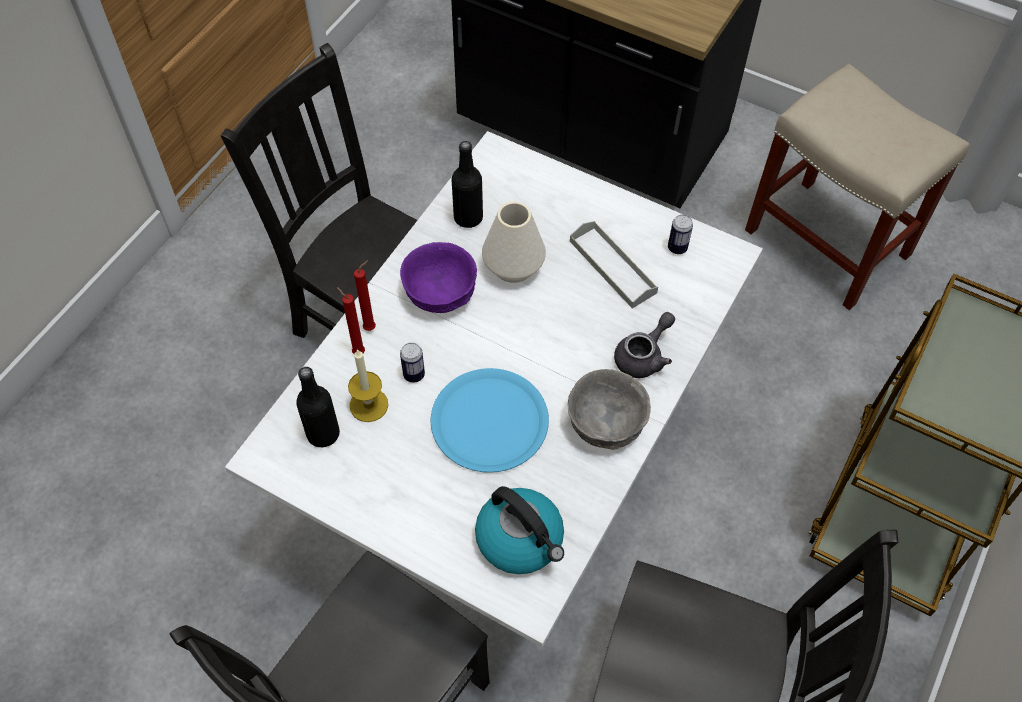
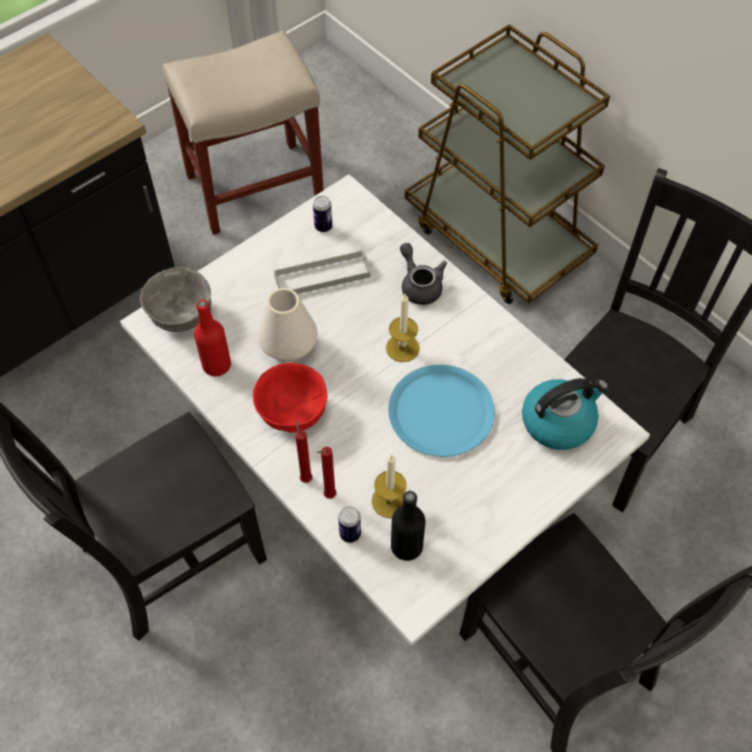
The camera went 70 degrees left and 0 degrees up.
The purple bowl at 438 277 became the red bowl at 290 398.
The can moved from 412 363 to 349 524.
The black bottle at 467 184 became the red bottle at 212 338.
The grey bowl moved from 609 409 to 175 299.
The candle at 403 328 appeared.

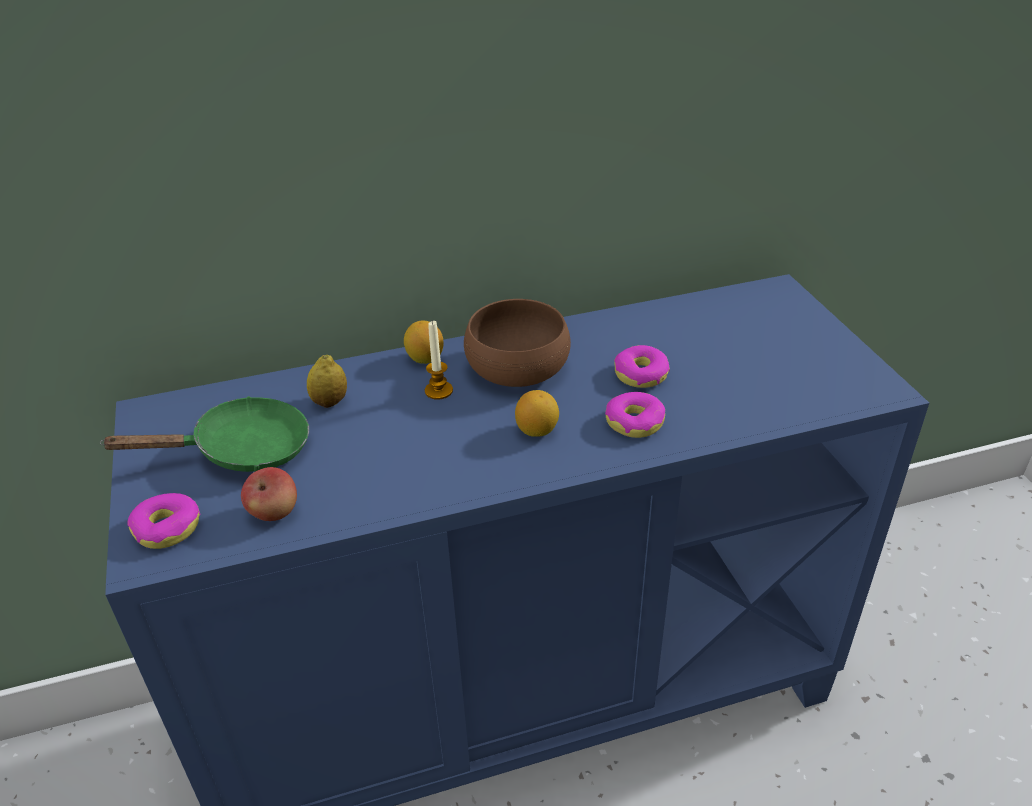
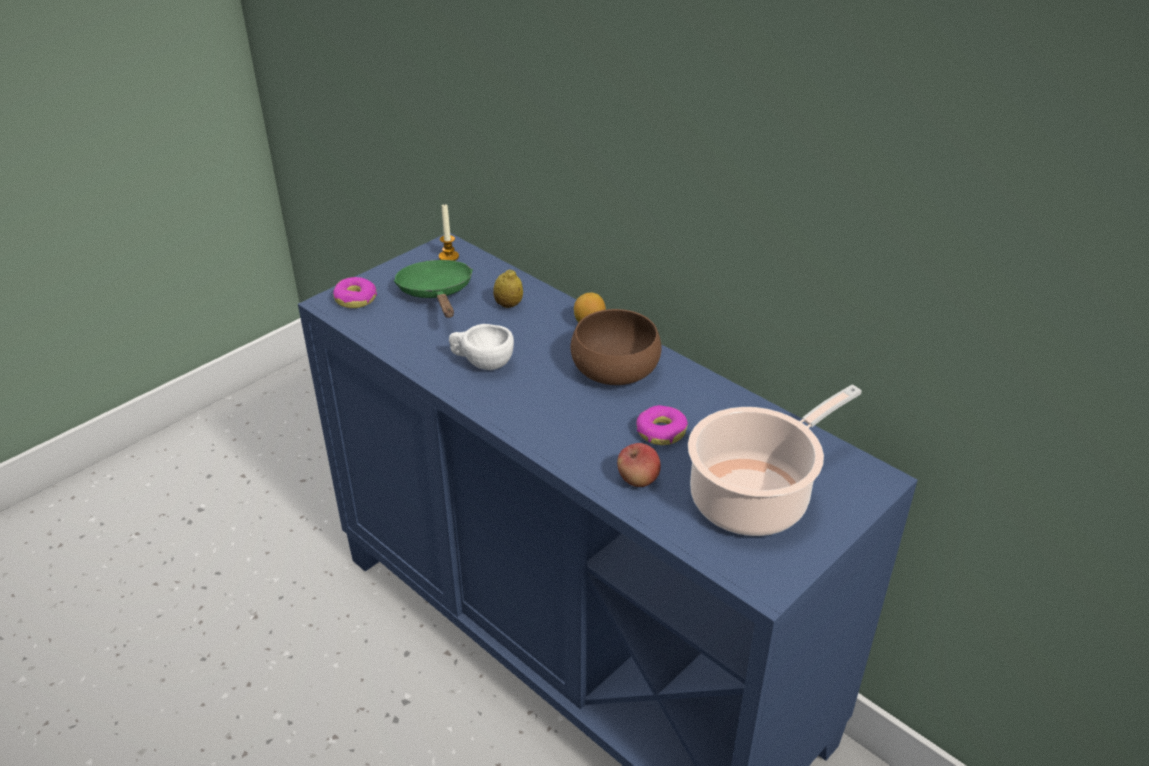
The camera went 60 degrees right and 0 degrees up.
The green frying pan at 204 434 turned 150 degrees counterclockwise.
The apple moved from 269 494 to 639 465.
The candle moved from 439 360 to 449 232.
The lemon at 537 413 disappeared.
The donut at 635 415 disappeared.
The white cup at 481 347 appeared.
The cooking pot at 775 460 appeared.

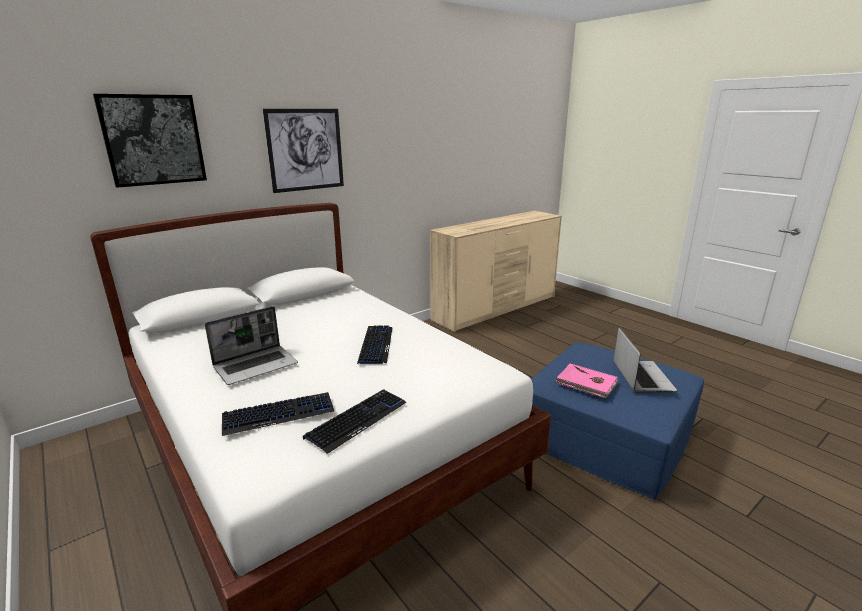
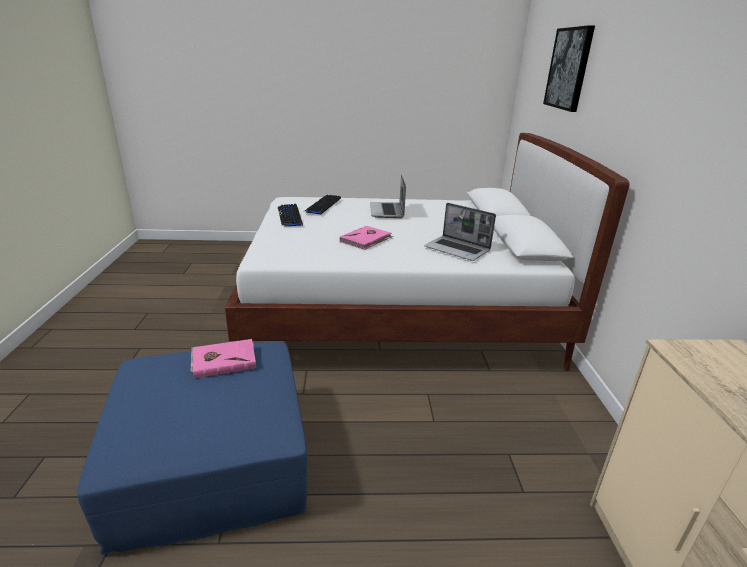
The camera went 125 degrees right and 5 degrees up.
The picture at 303 151 disappeared.
The keyboard at 375 344 was replaced by the pink book at 366 238.
The laptop moved from 645 359 to 460 232.

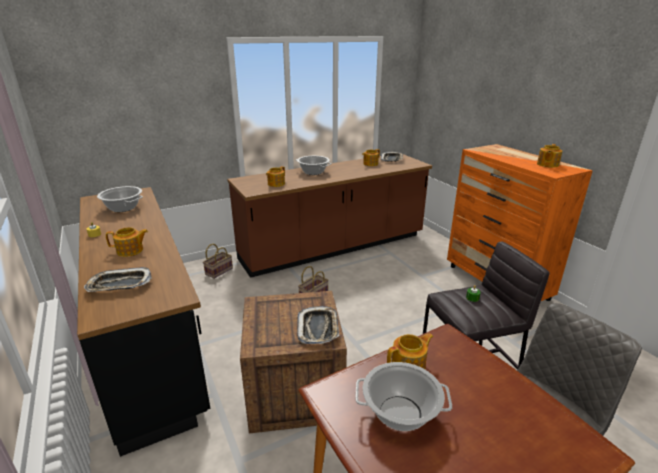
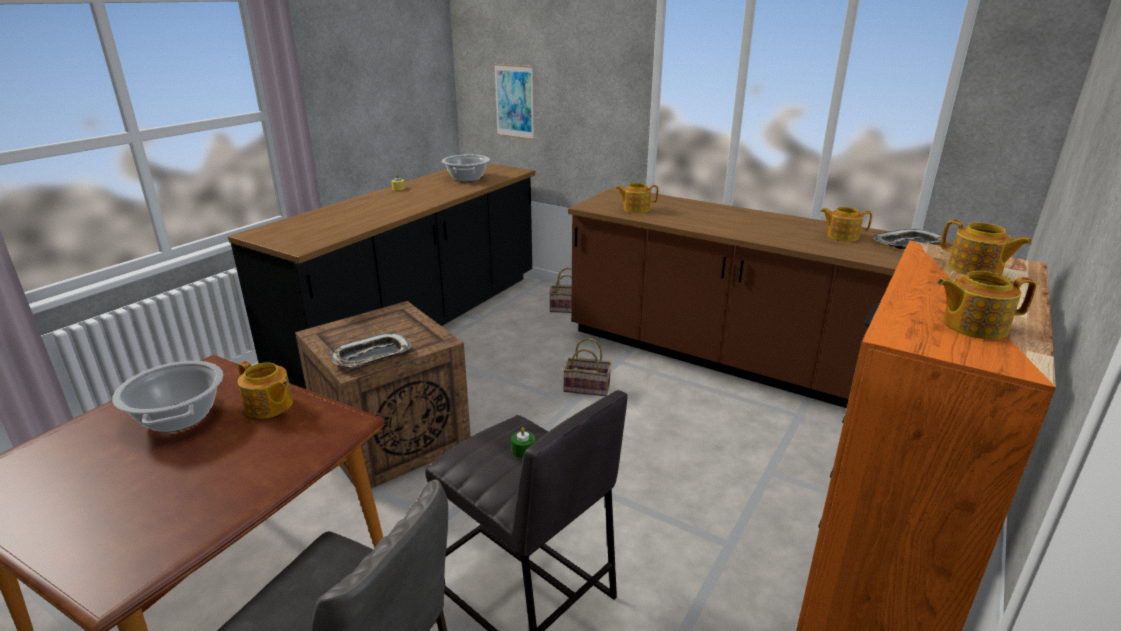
The camera went 60 degrees right and 0 degrees up.
The tray at 118 279 disappeared.
The teapot moved from 127 242 to 986 247.
The cooking pot at 314 165 disappeared.
The picture at 514 102 appeared.

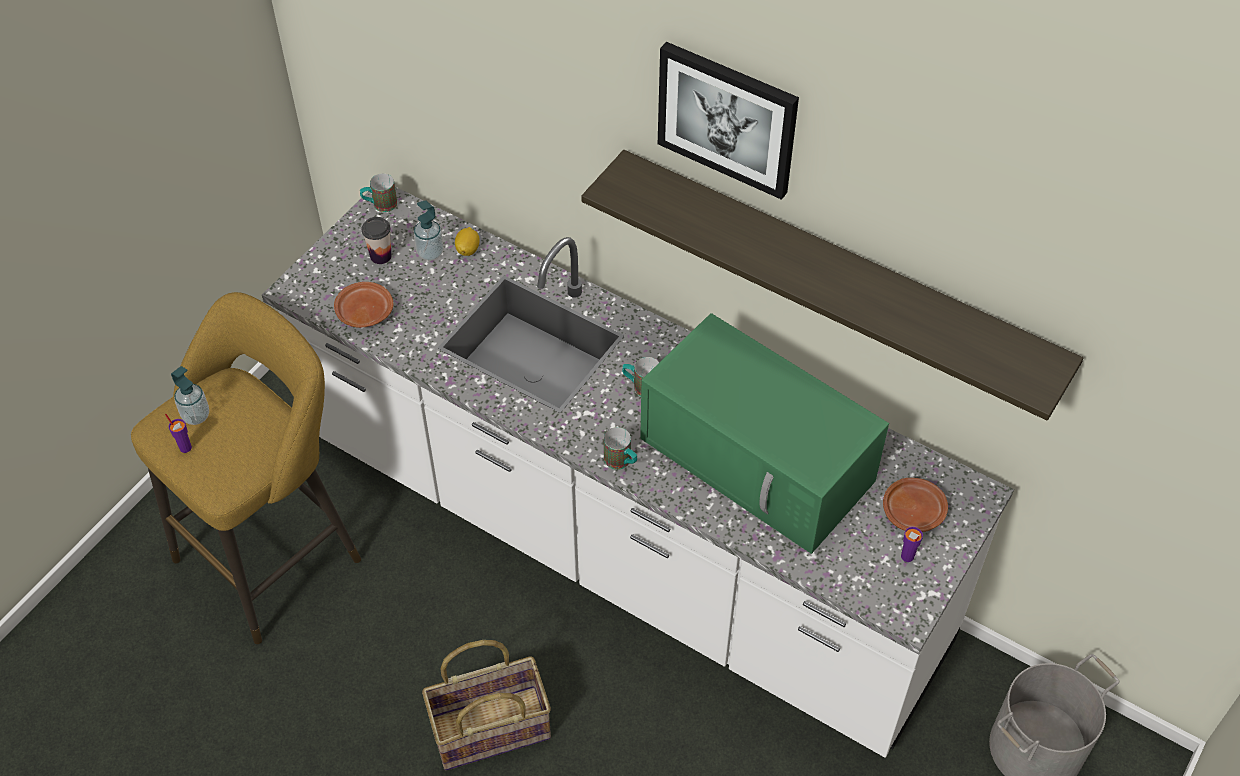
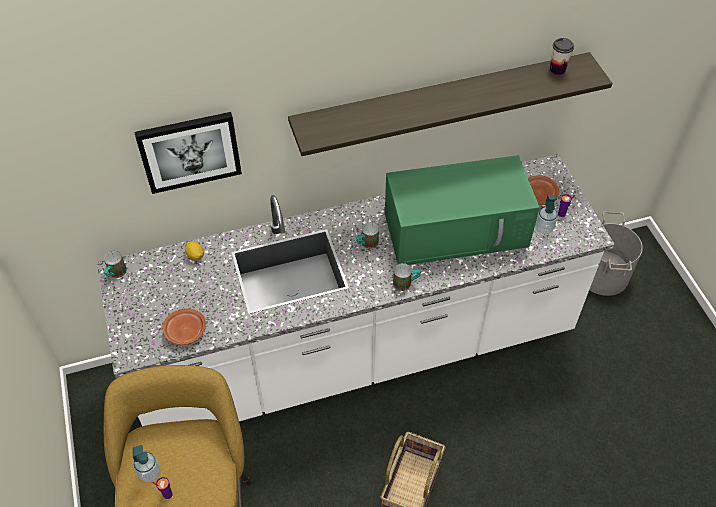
The camera went 50 degrees left and 0 degrees up.
The cup moved from 377 240 to 562 56.
The soap dispenser moved from 429 230 to 546 214.
The picture moved from 728 121 to 188 153.

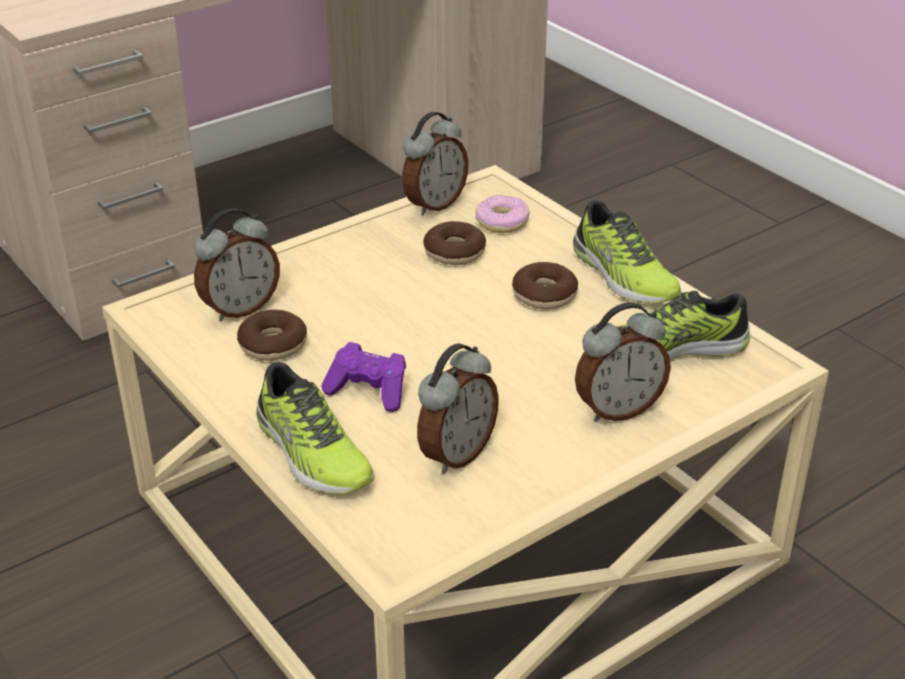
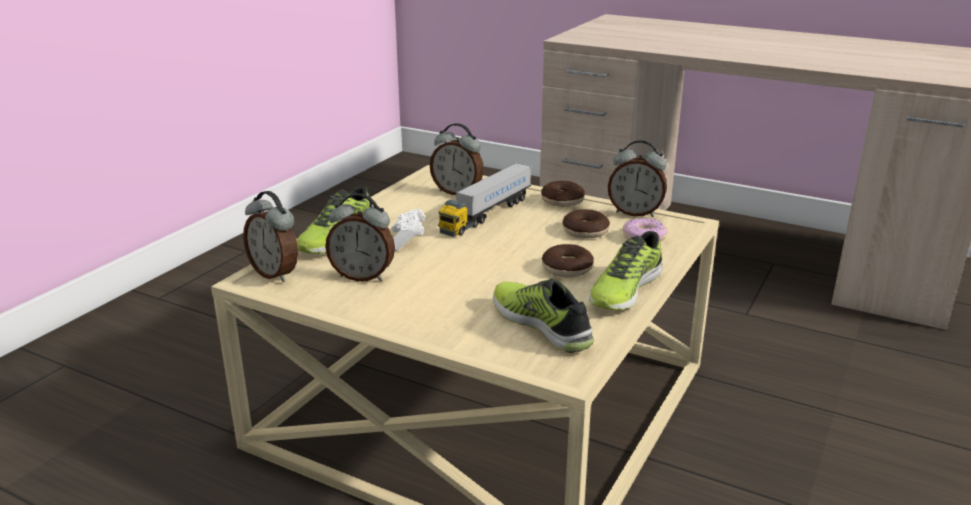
The camera went 65 degrees right and 10 degrees down.
The donut moved from 272 335 to 563 194.
The purple game controller at 363 377 became the white game controller at 408 230.
The alarm clock moved from 623 362 to 270 236.
The toy truck at 485 200 appeared.

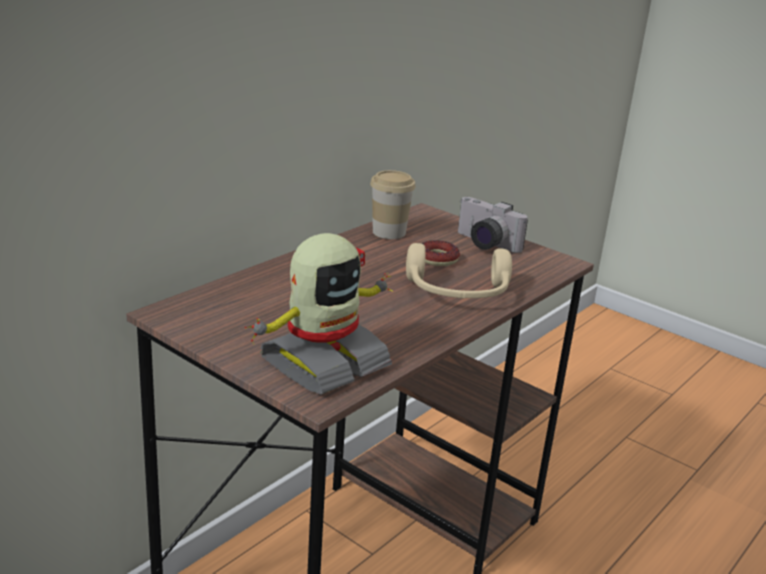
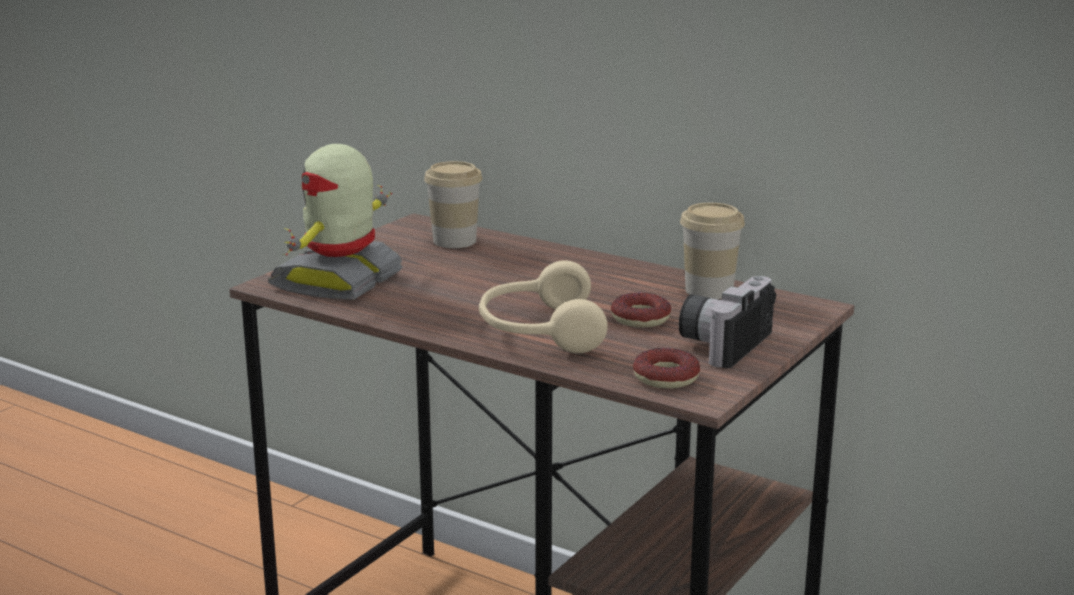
The camera went 85 degrees right and 5 degrees down.
The toy robot at 319 313 turned 75 degrees clockwise.
The cup at 453 204 appeared.
The donut at 666 368 appeared.

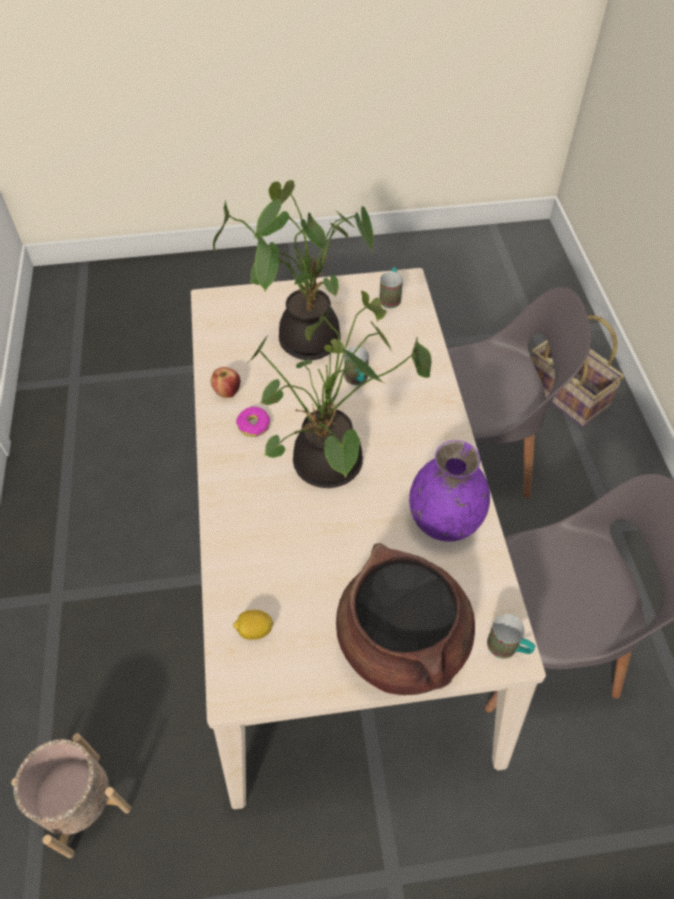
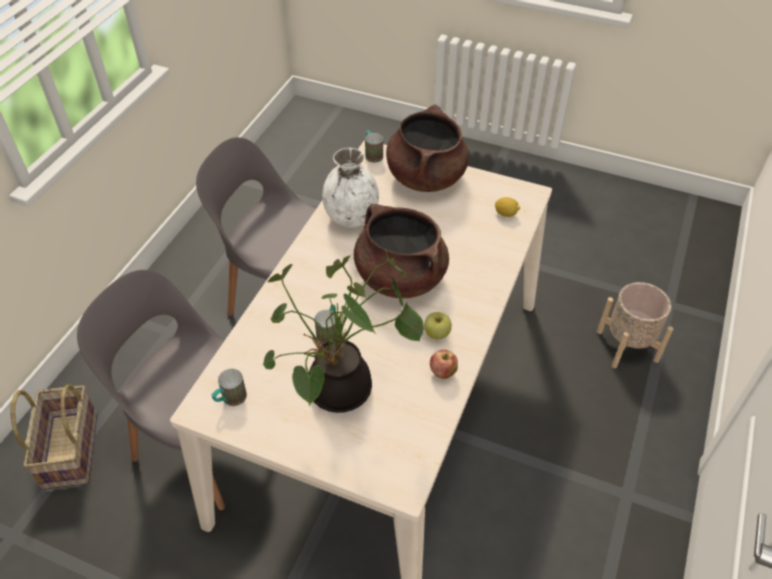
The camera went 150 degrees left and 5 degrees down.
The donut at 253 422 was replaced by the apple at 438 325.
The potted plant at 339 389 was replaced by the brown cooking pot at 401 251.
The purple vase at 449 491 became the white vase at 350 188.

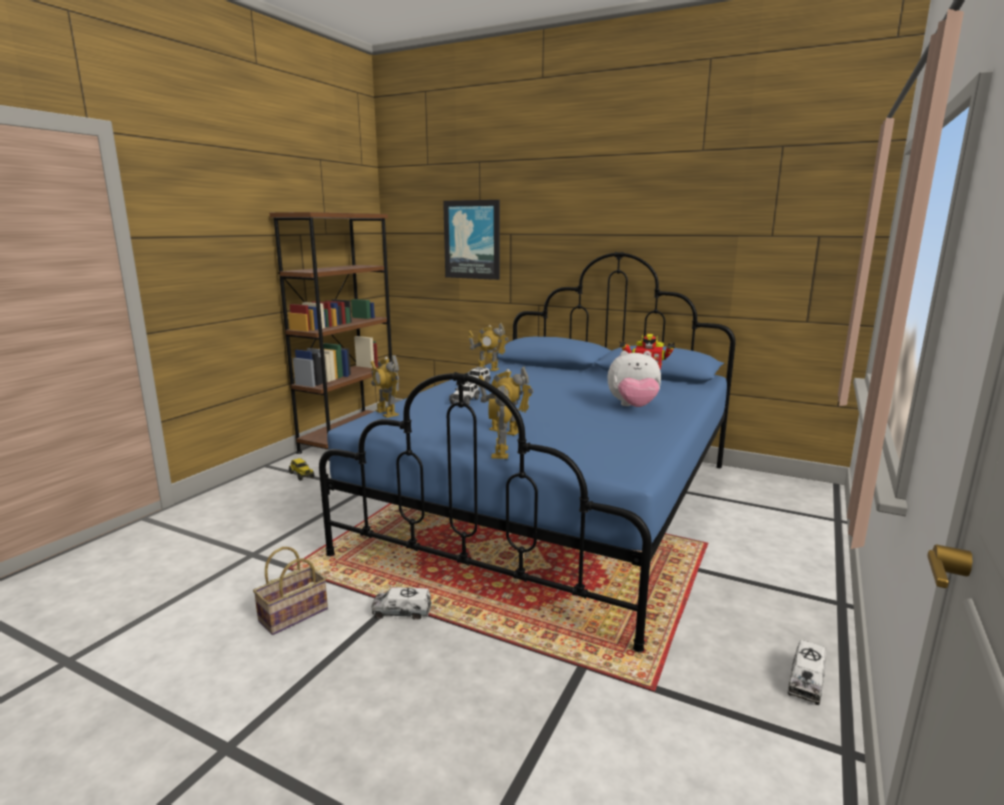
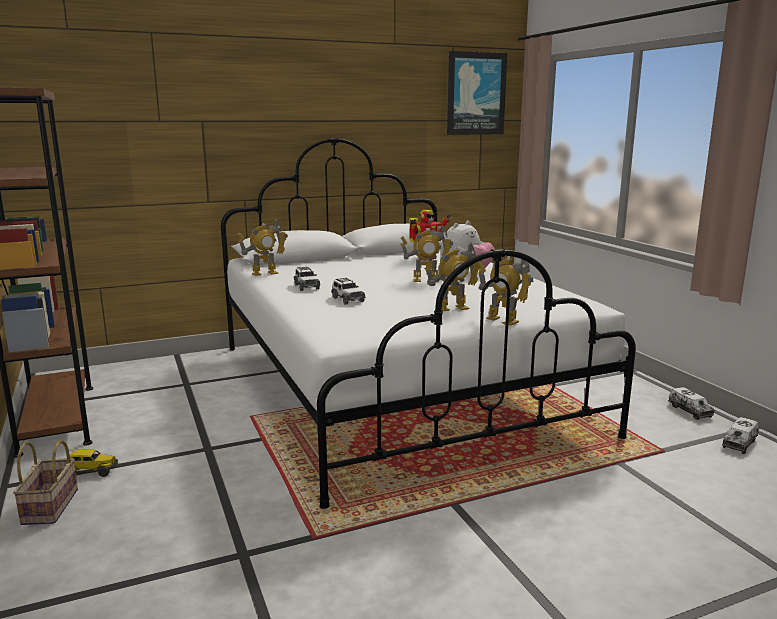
The camera went 50 degrees left and 0 degrees up.
The basket moved from 290 591 to 45 482.
The blue bed at 527 452 became the white bed at 428 323.
The toy robot moved from 385 386 to 427 254.
The toy truck moved from 401 603 to 740 435.
The picture moved from 471 240 to 477 93.

